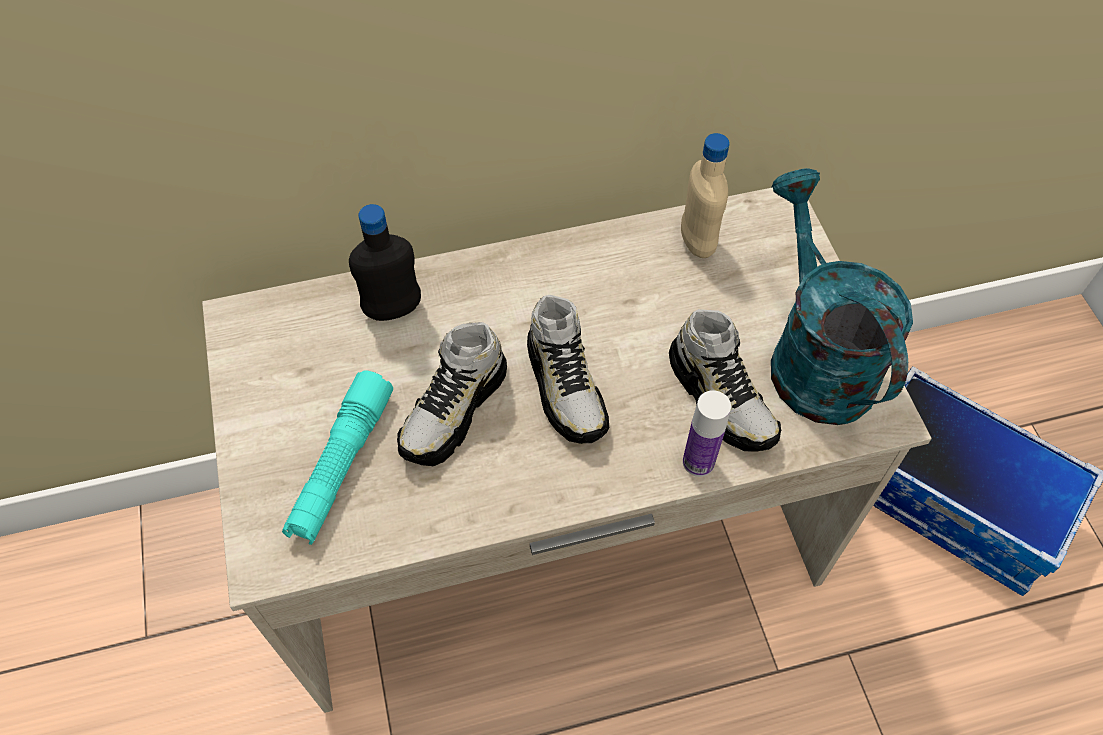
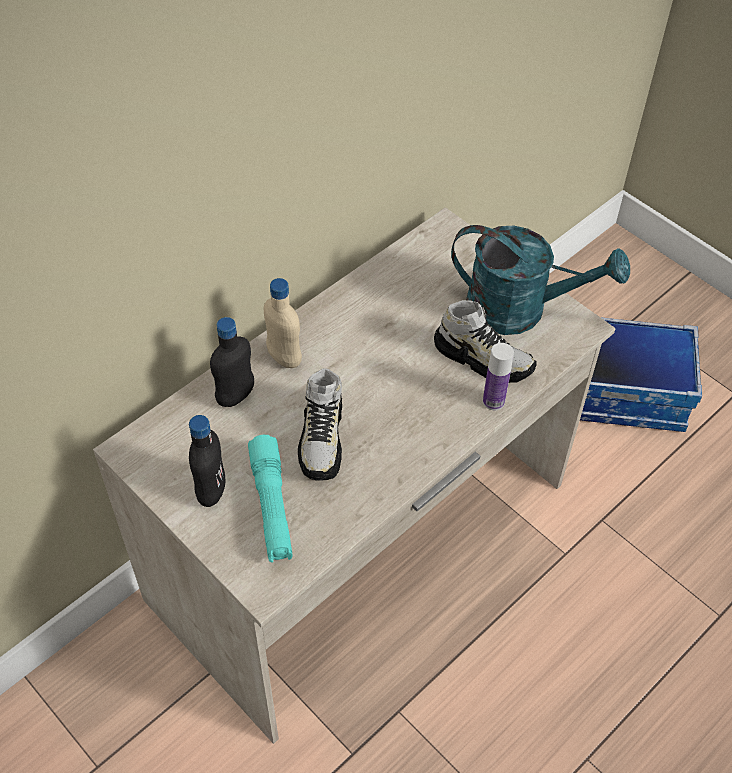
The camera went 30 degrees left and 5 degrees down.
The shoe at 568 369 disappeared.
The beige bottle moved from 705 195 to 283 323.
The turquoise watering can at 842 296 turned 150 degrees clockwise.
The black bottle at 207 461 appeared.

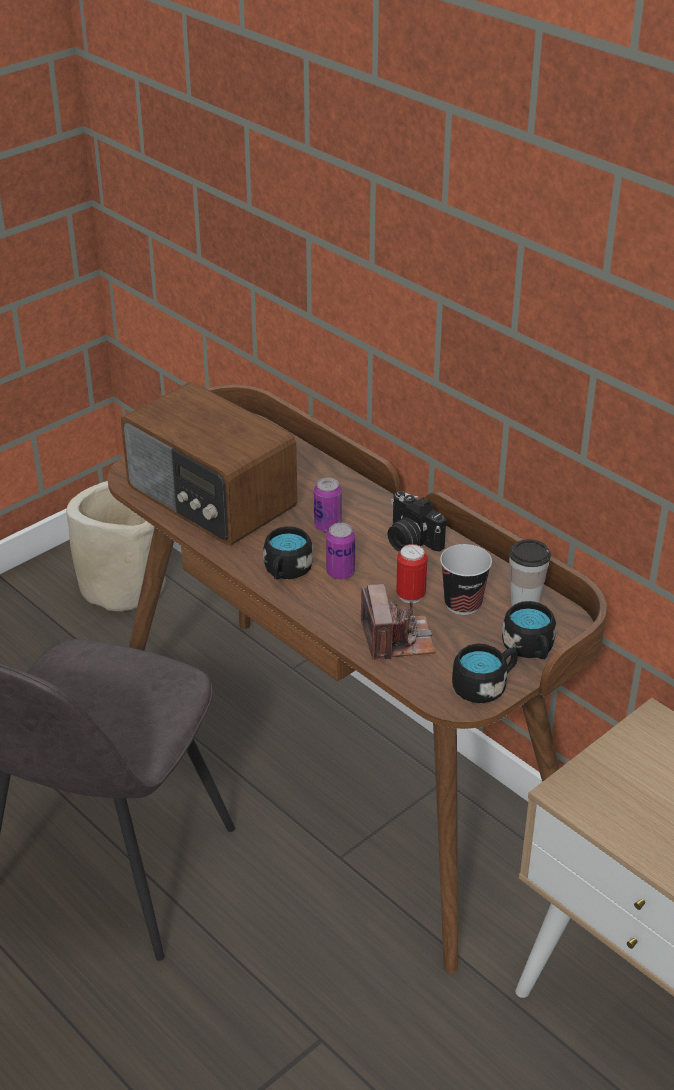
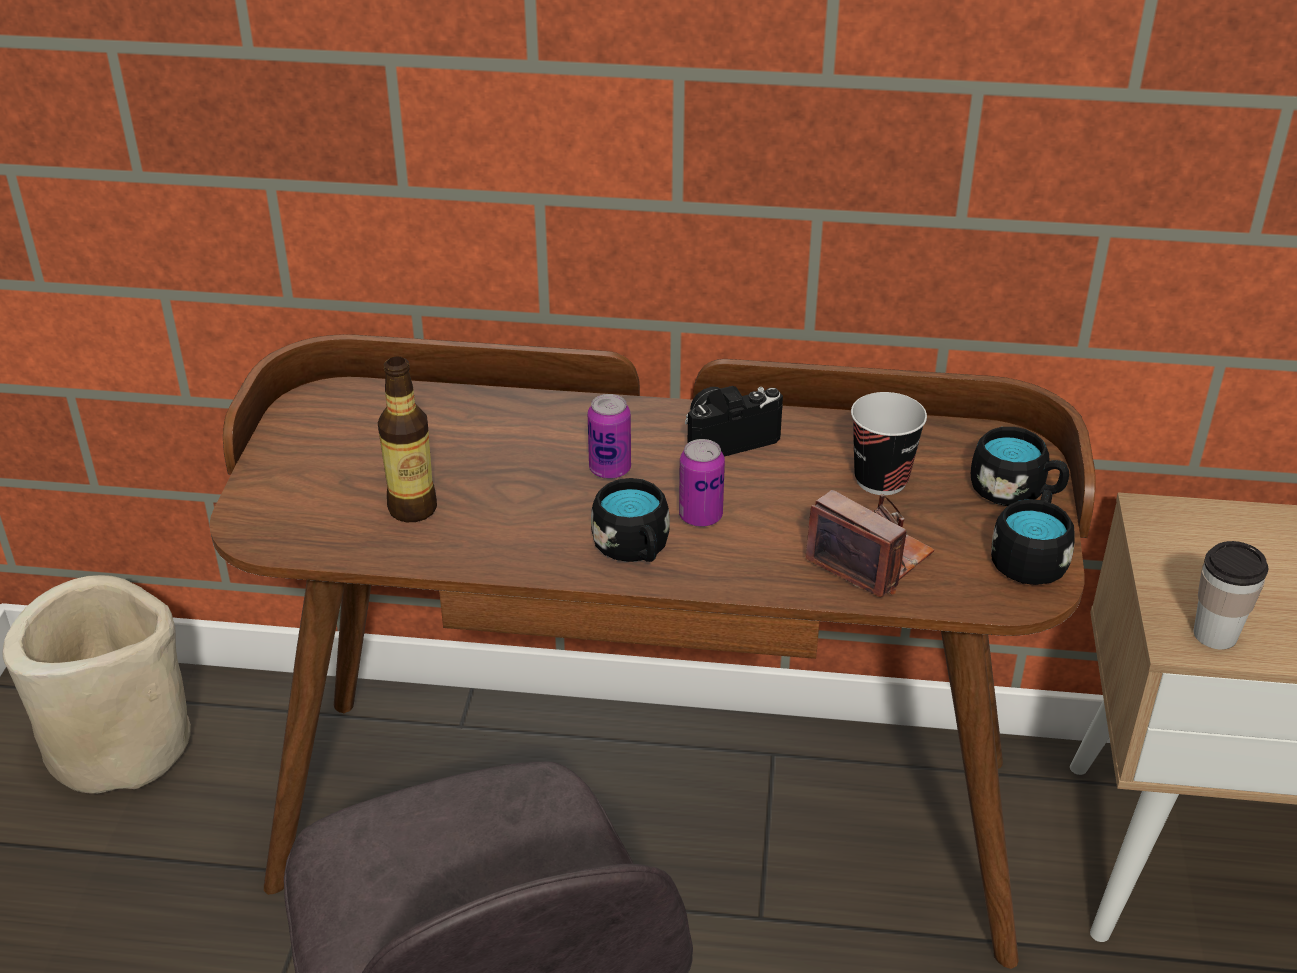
The camera went 40 degrees left and 0 degrees up.
The radio at 209 464 was replaced by the bottle at 407 439.
The photo camera at 416 521 turned 150 degrees clockwise.
The can at 412 573 disappeared.
The cup moved from 530 572 to 1230 595.

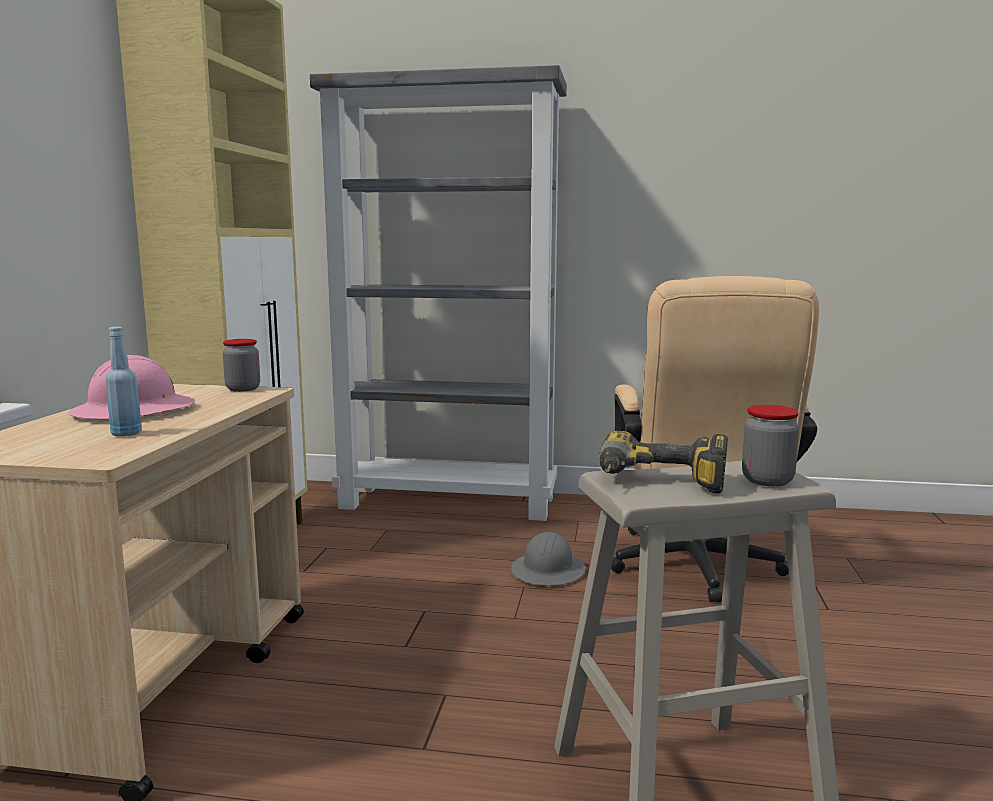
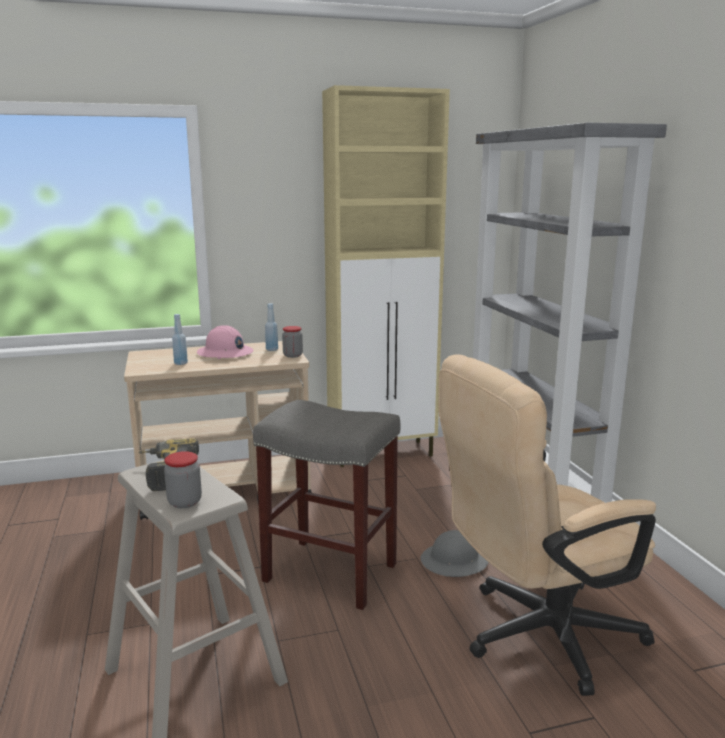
The camera went 65 degrees right and 5 degrees up.
The grey stool at 326 505 appeared.
The blue bottle at 271 327 appeared.

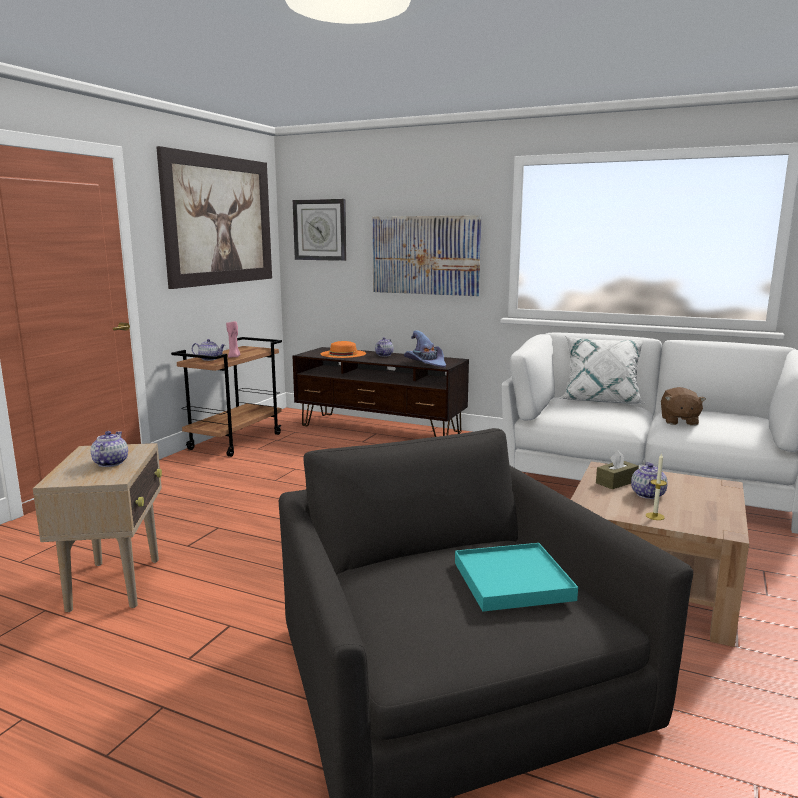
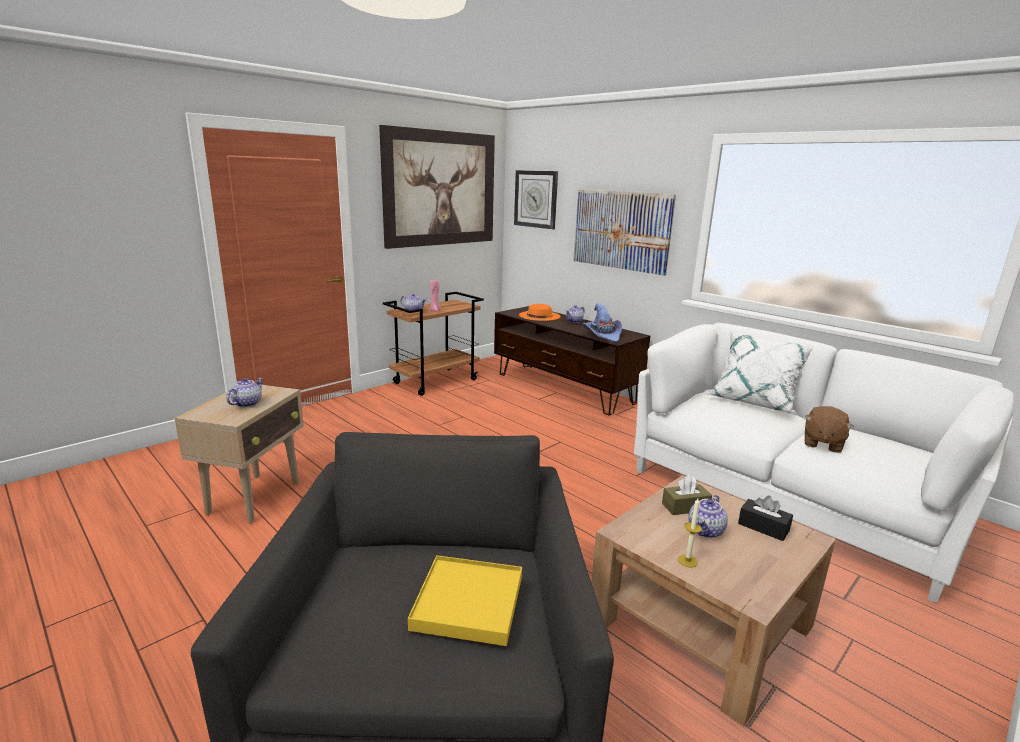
The camera went 20 degrees right and 5 degrees up.
The turquoise tray at 516 577 became the yellow tray at 465 600.
The black tissue box at 765 518 appeared.

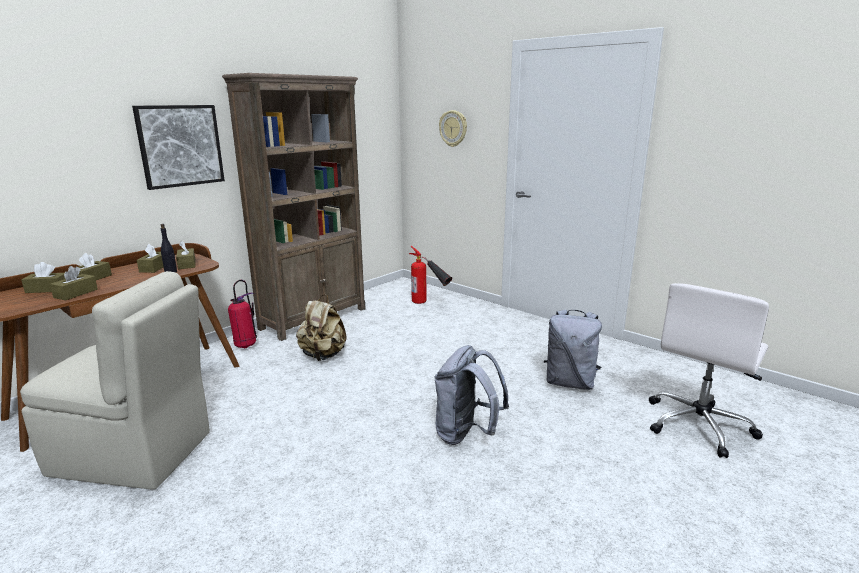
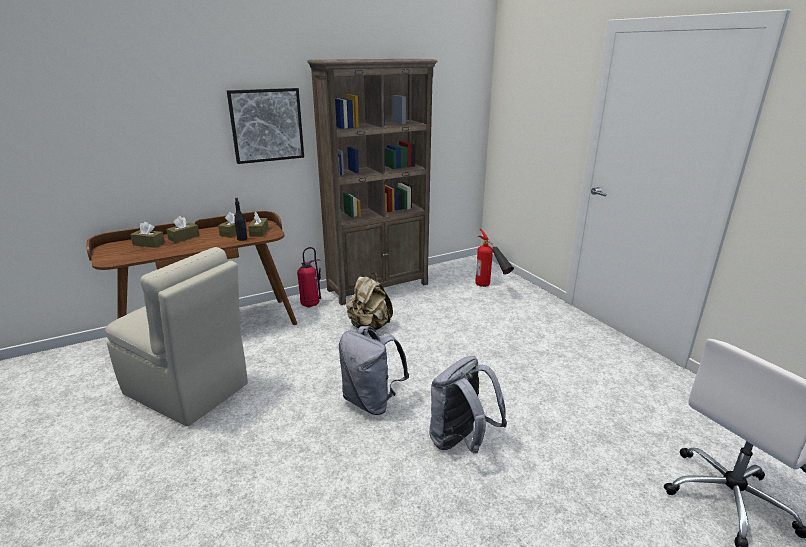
The camera went 20 degrees right and 5 degrees up.
The brown tissue box at 74 283 disappeared.
The wall clock at 453 128 disappeared.
The grey backpack moved from 573 349 to 374 370.

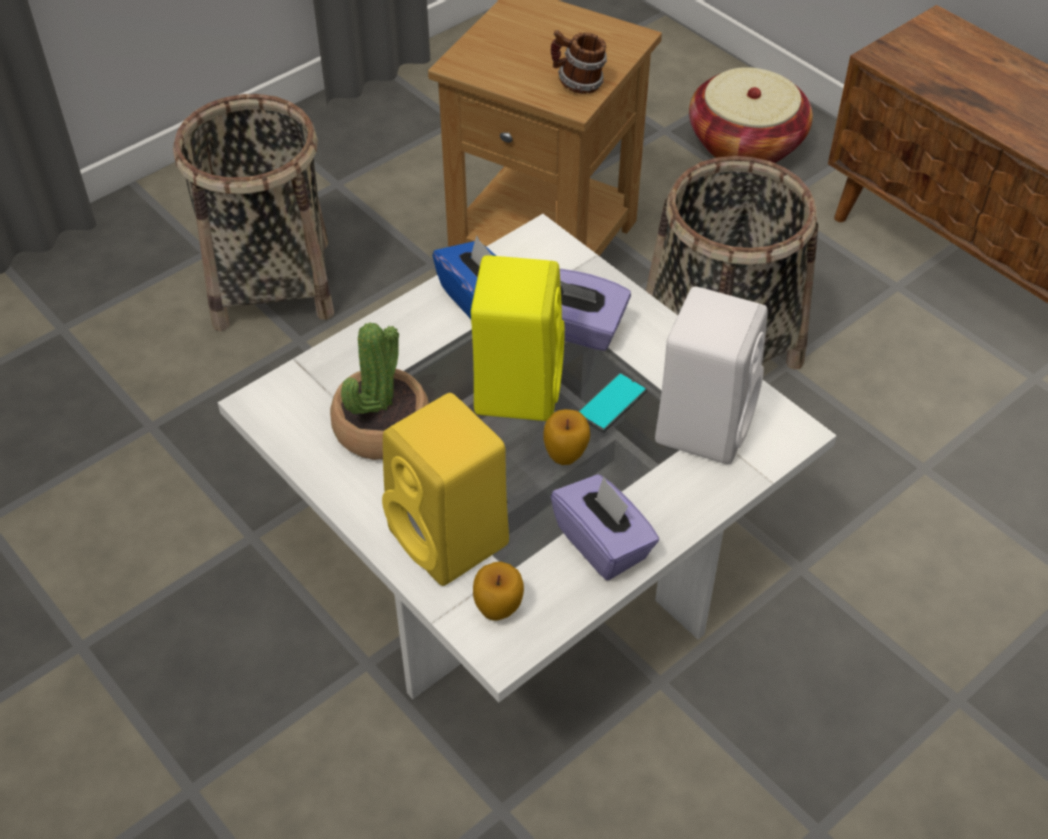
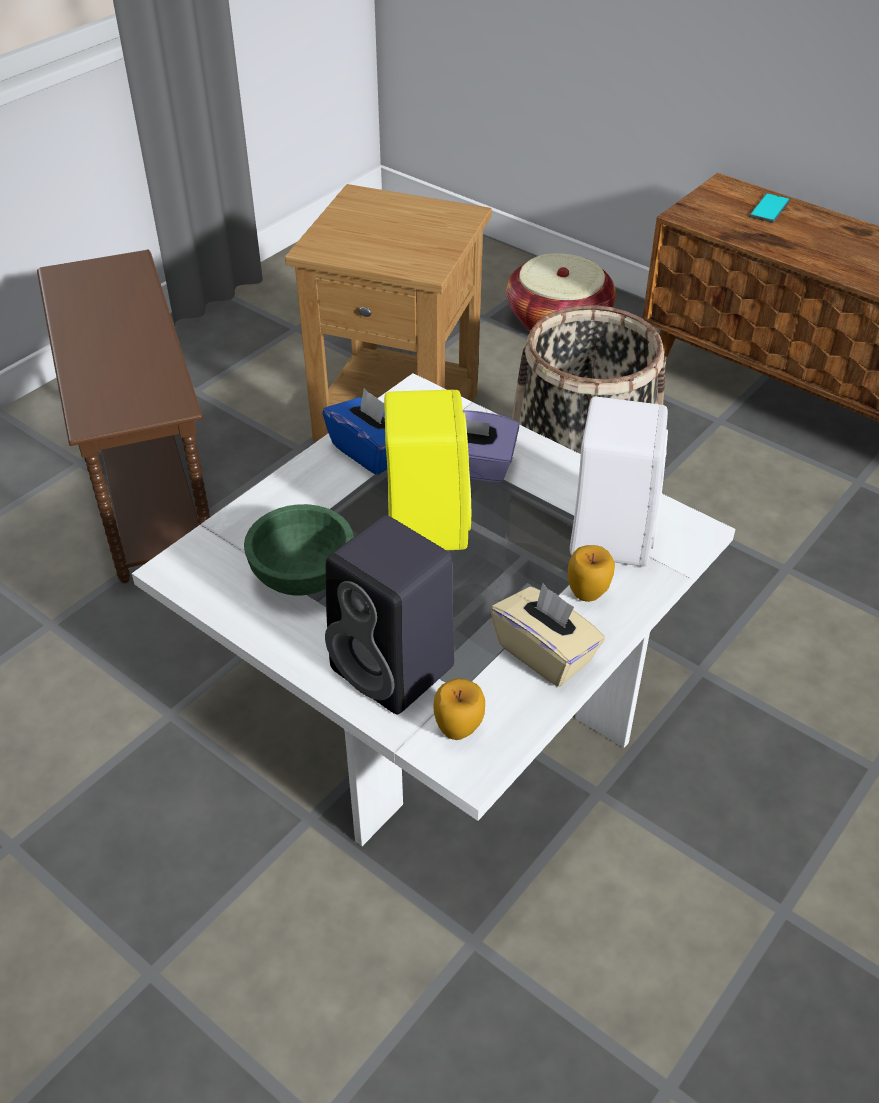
The camera went 10 degrees left and 5 degrees down.
The basket at 253 212 was replaced by the brown side table at 123 416.
The potted plant at 379 391 was replaced by the green bowl at 299 550.
The yellow speaker at 445 489 became the black speaker at 389 615.
The apple moved from 566 437 to 591 573.
The purple tissue box at 604 527 became the beige tissue box at 548 635.
The mug at 579 62 disappeared.
The phone moved from 612 403 to 769 208.

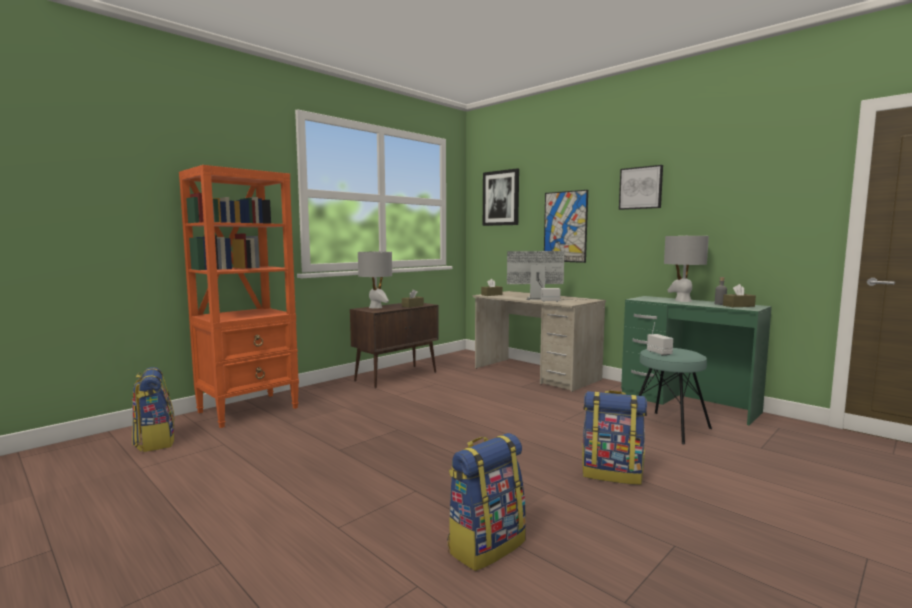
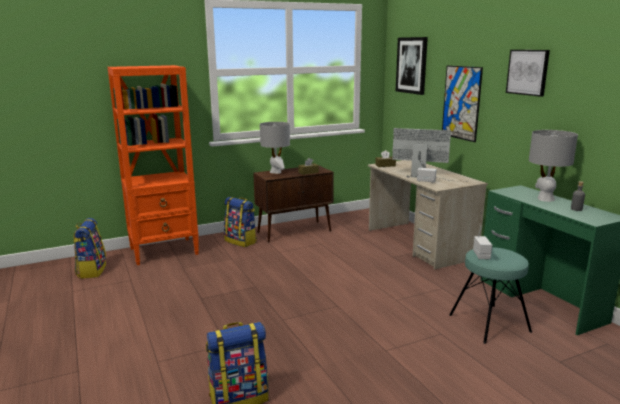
The camera went 20 degrees right and 10 degrees up.
The backpack moved from 614 437 to 240 222.
The brown tissue box at 739 295 disappeared.

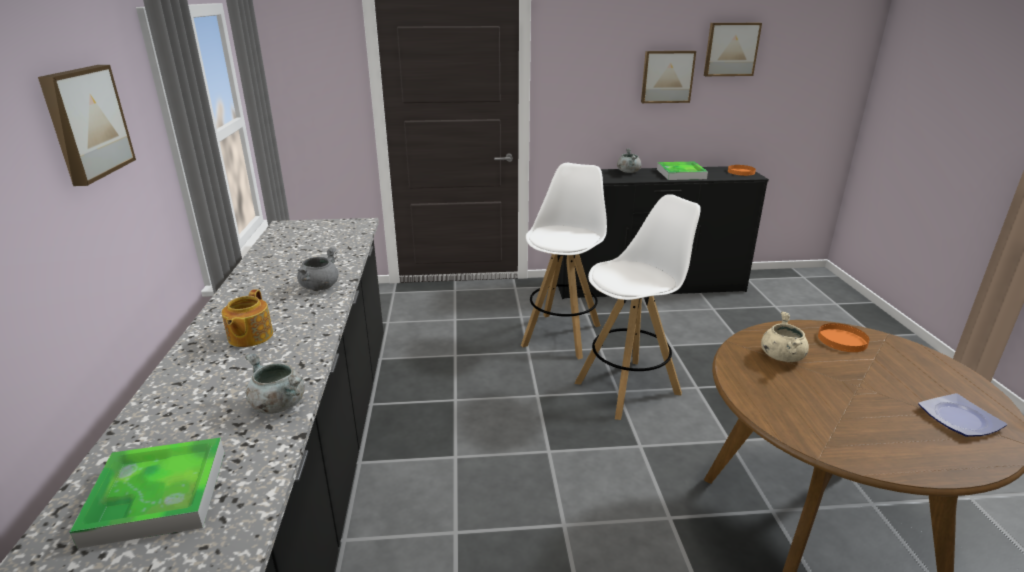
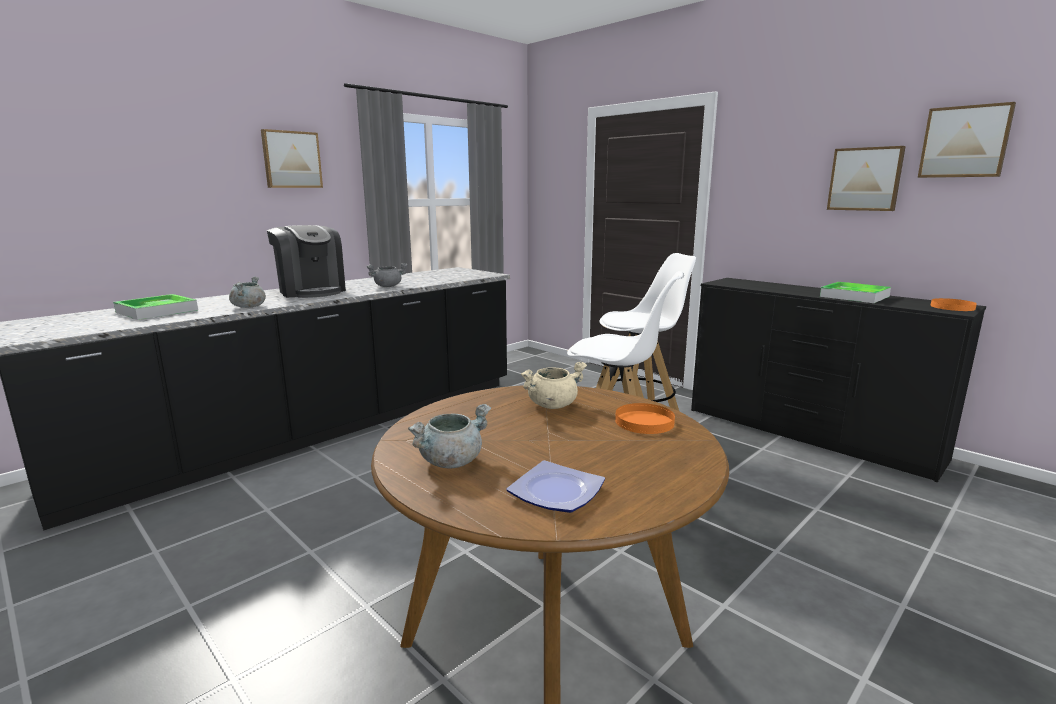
The camera went 50 degrees right and 10 degrees down.
The teapot at 247 318 was replaced by the coffee machine at 306 261.
The grey cooking pot moved from 629 160 to 449 436.

